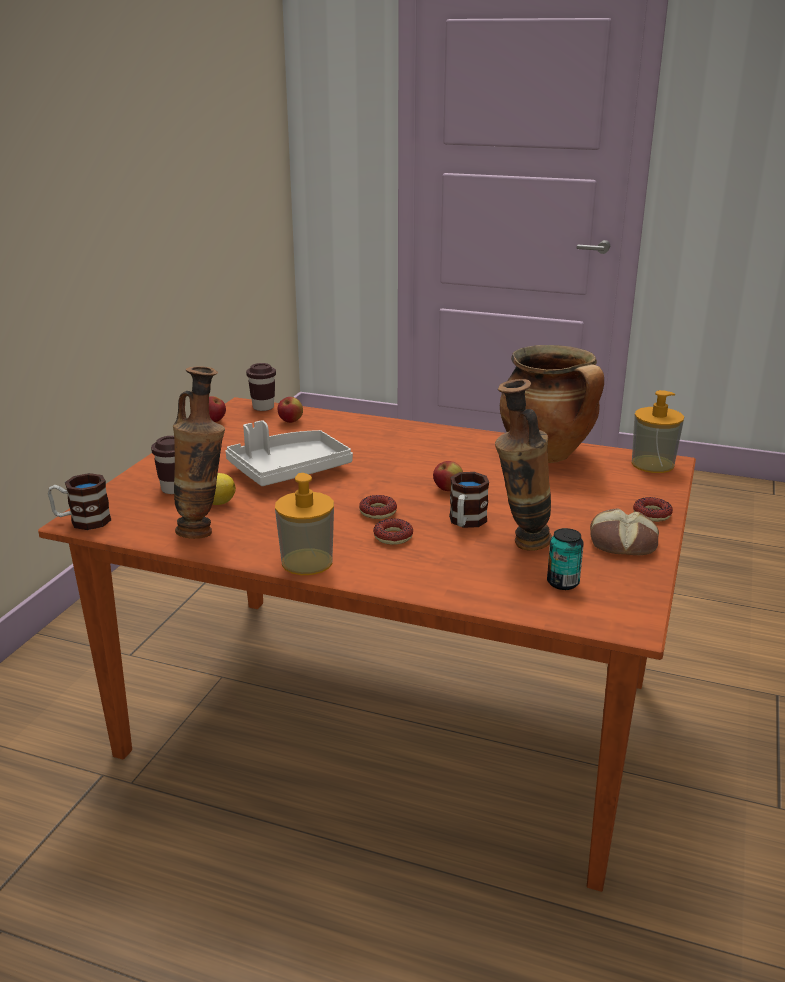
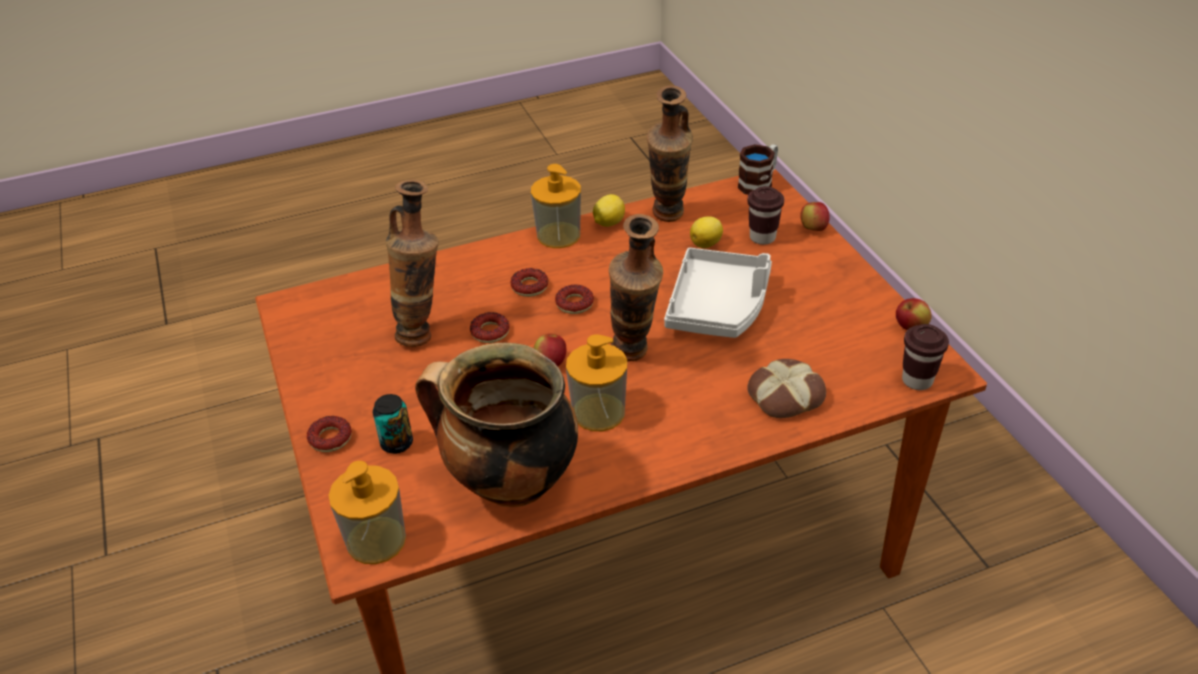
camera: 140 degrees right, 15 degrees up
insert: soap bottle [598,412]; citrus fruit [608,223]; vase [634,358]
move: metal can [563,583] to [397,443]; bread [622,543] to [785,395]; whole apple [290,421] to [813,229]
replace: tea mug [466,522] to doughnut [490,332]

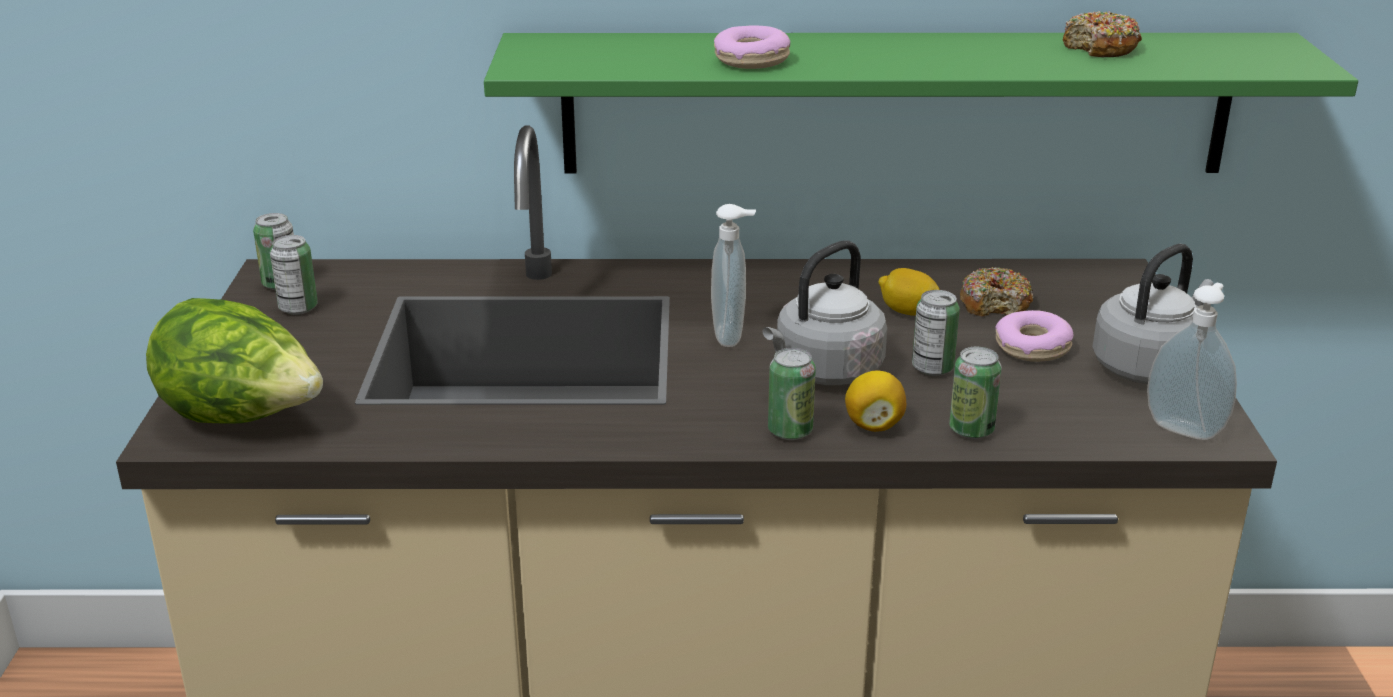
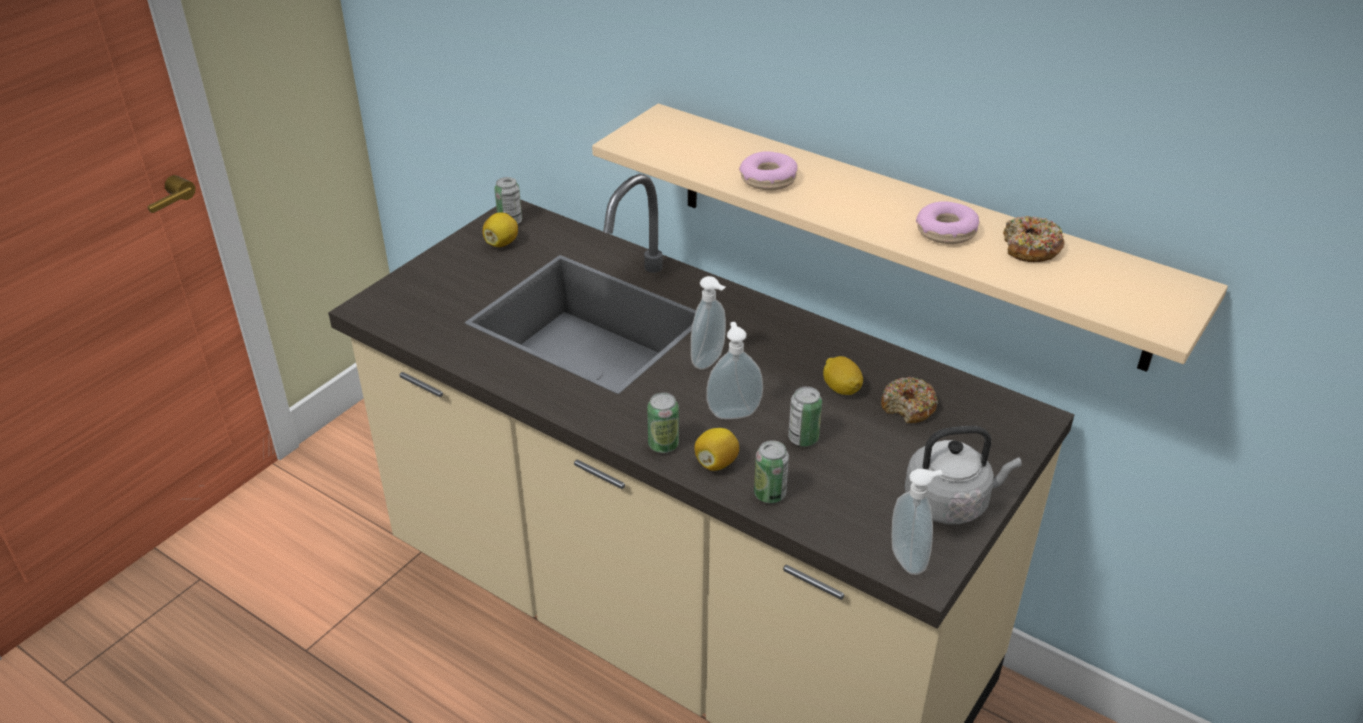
camera: 35 degrees right, 10 degrees up
delete: lettuce head [243,418]
move: doughnut [1032,348] to [946,231]
replace: metal can [298,308] to citrus fruit [501,243]; grey tea kettle [824,372] to soap bottle [733,412]
recolor: greenish shelf [895,103] to beige-coloured shelf [903,232]

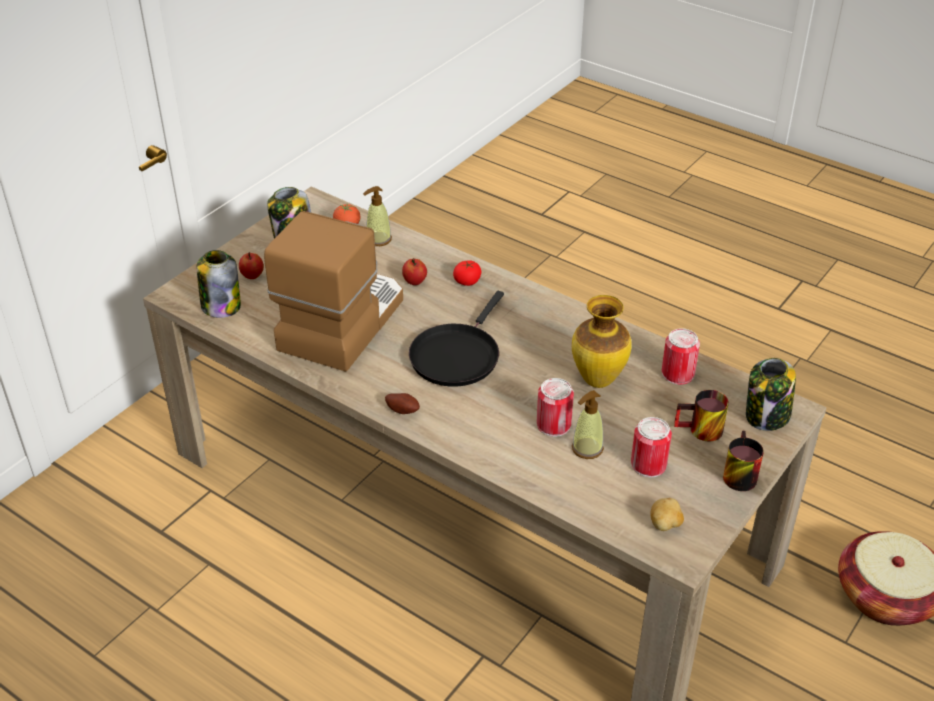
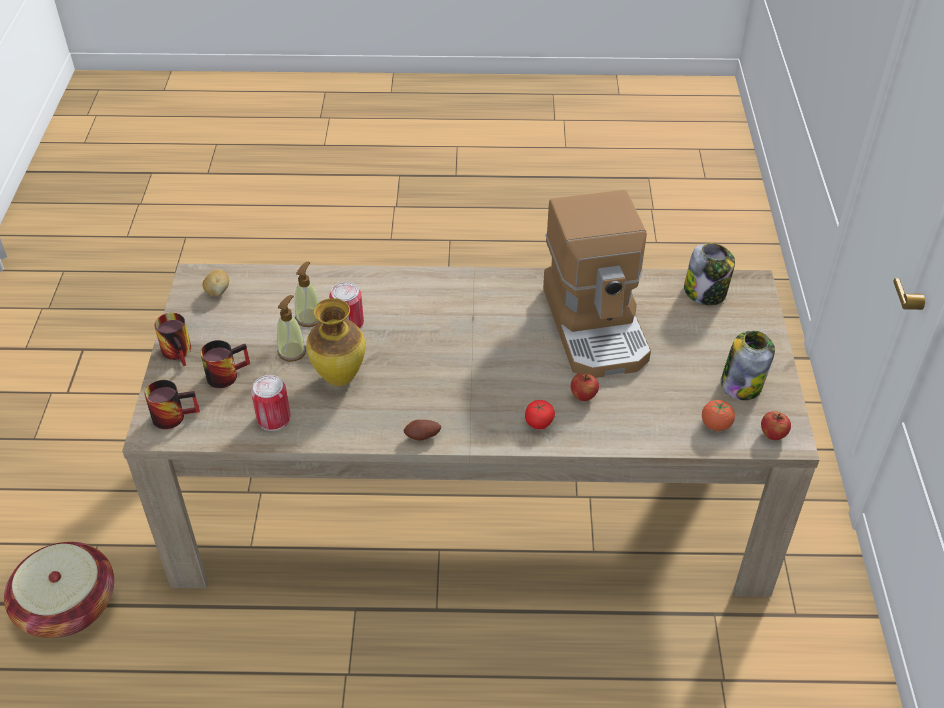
camera: 145 degrees right, 5 degrees up
delete: blackish frying pan [456,355]; metal can [648,464]
move: soap bottle [378,239] to [292,352]; potato [403,410] to [422,437]; whole apple [252,276] to [773,435]
replace: jar [767,416] to tea mug [174,414]

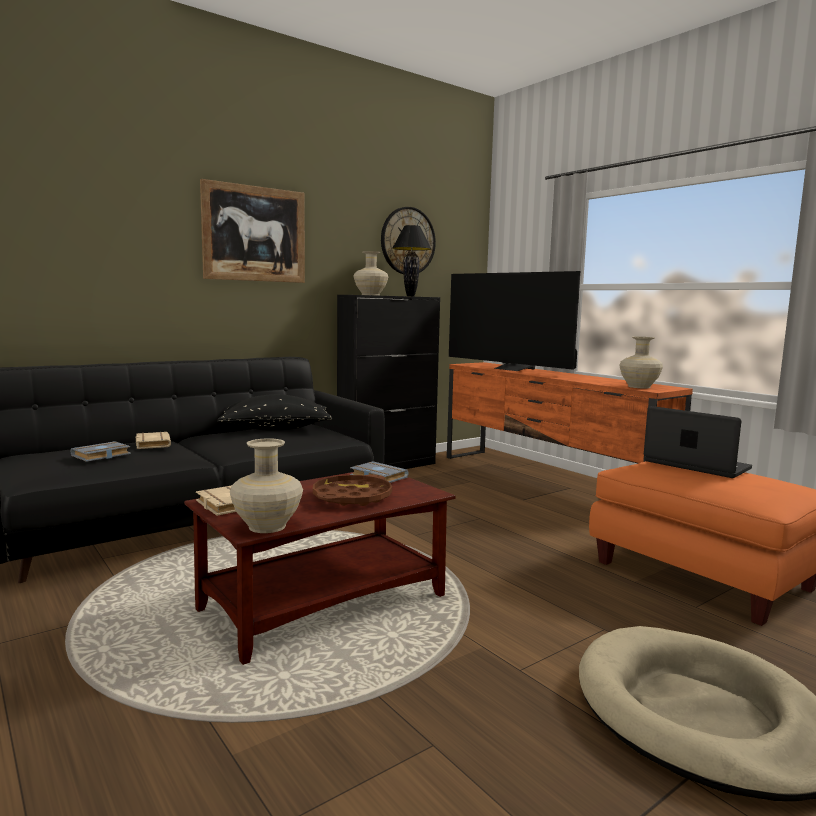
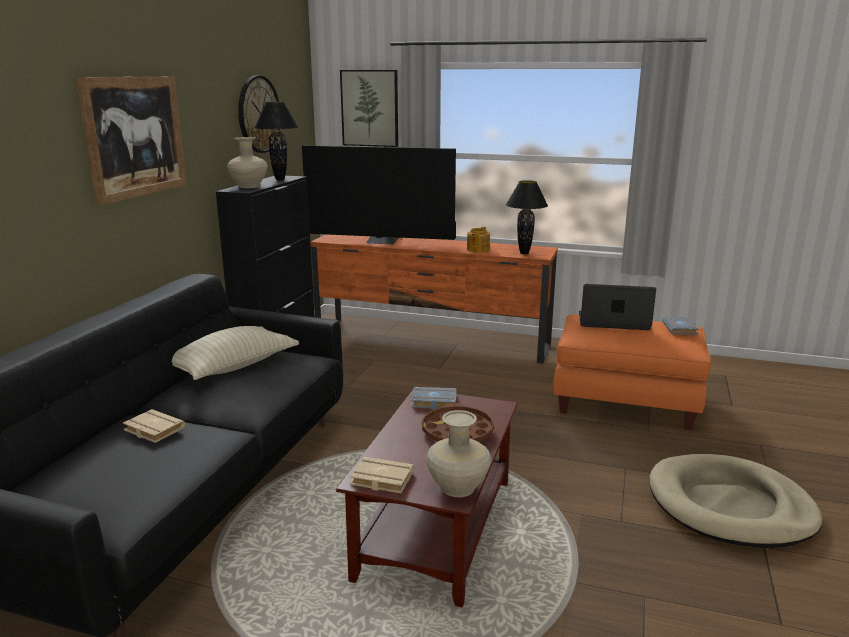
camera: 35 degrees left, 10 degrees up
insert: picture [370,108]; pot for tea [477,250]
move: grey volume [101,456] to [681,329]
replace: beige-coloured vase [639,387] to blackish table lamp [524,253]
recolor: blackish cushion [275,429] to beige-coloured cushion [233,367]

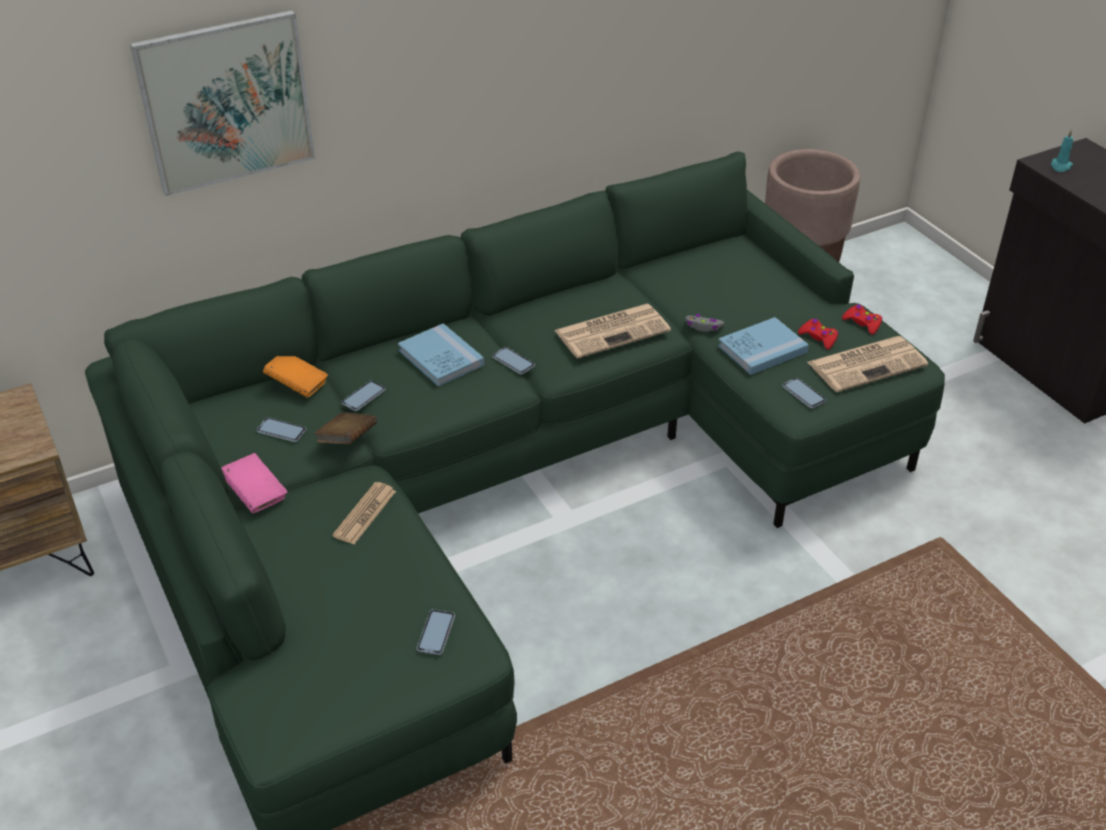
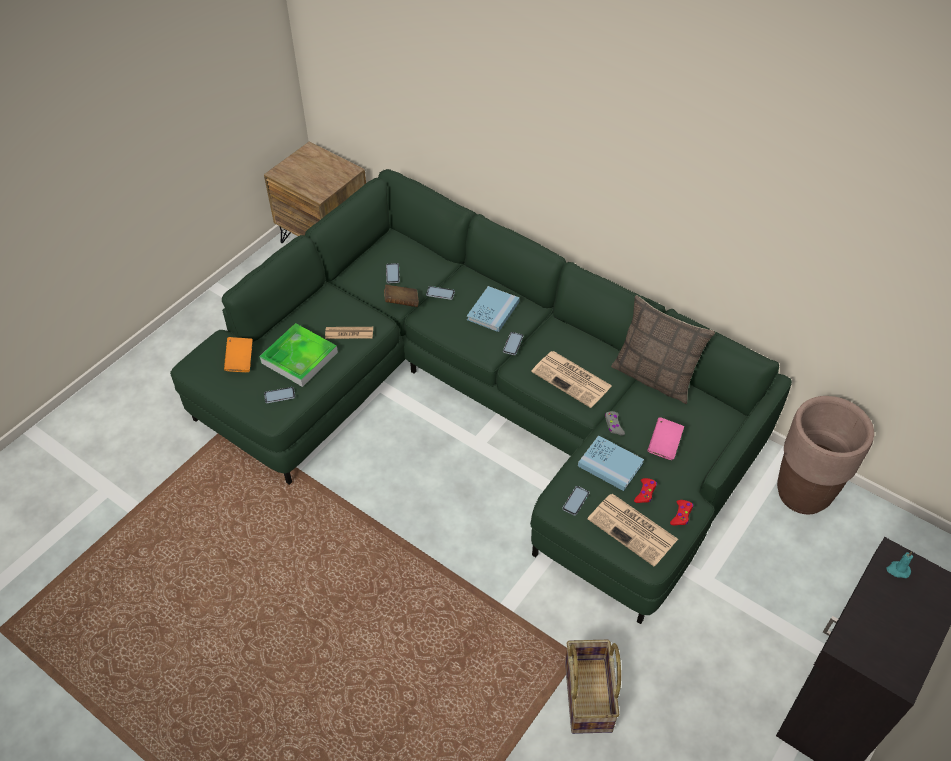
camera: 65 degrees right, 10 degrees up
delete: picture [226,102]
insert: serving tray [299,357]; storage basket [589,696]; cushion [654,377]
move: orange-coloured volume [297,385] to [240,361]; pink volume [255,495] to [664,445]

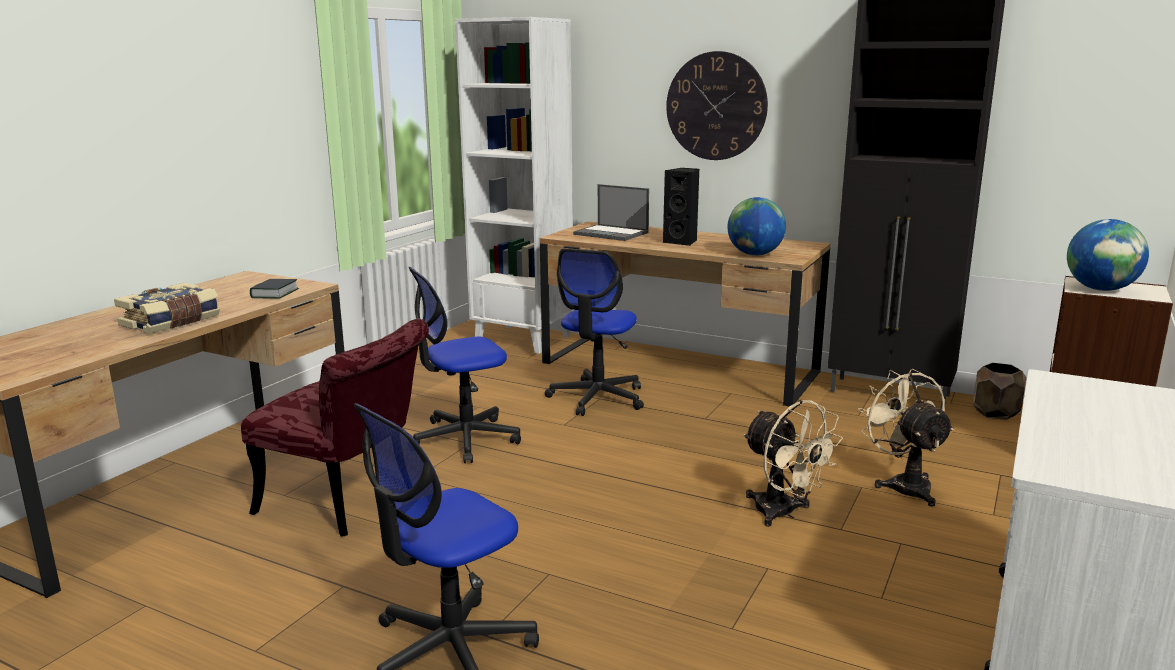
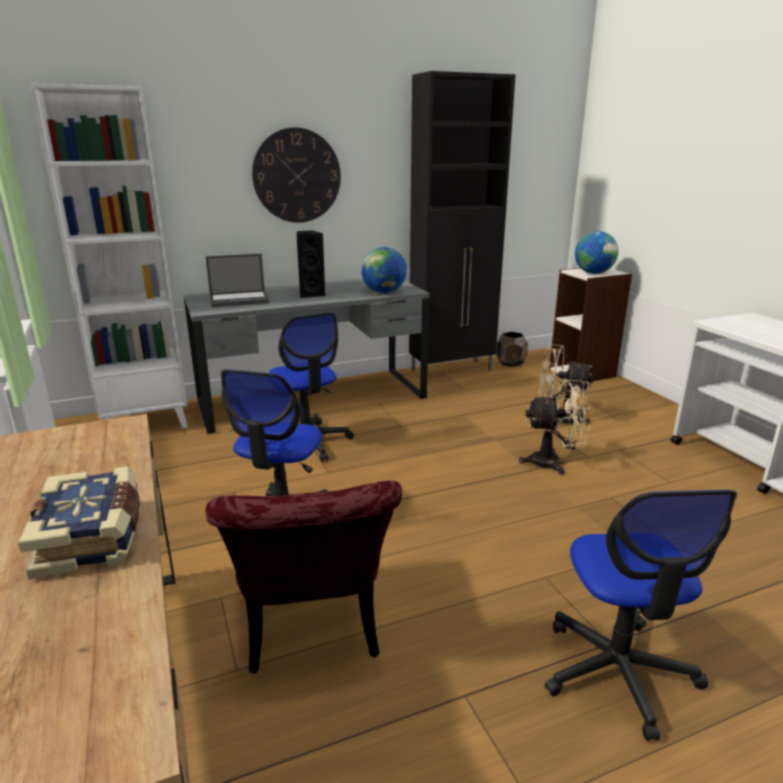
camera: 50 degrees left, 5 degrees up
delete: volume [274,293]
recolor: brown-coloured desk table [678,367] to grey desk table [312,398]
rotate: reddish chair [349,503] = [313,632] 105 degrees clockwise

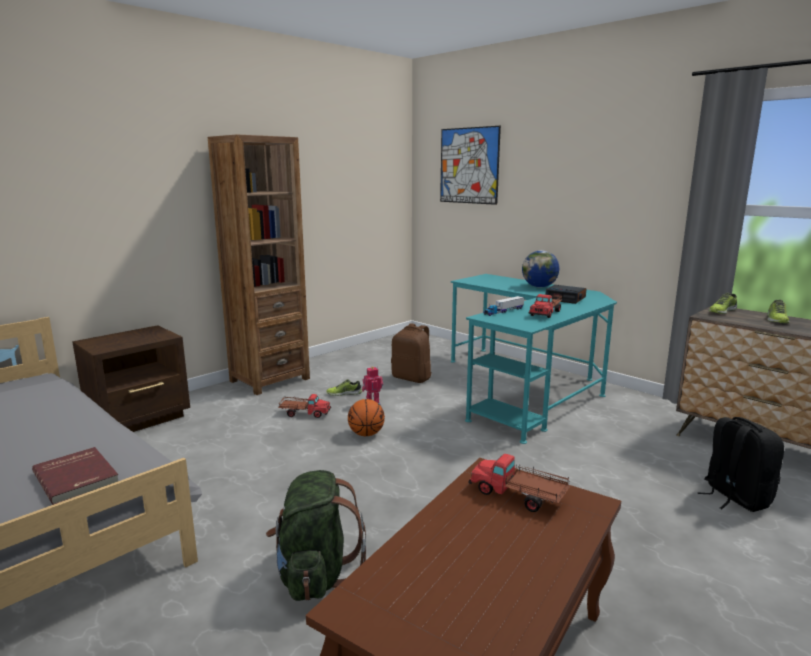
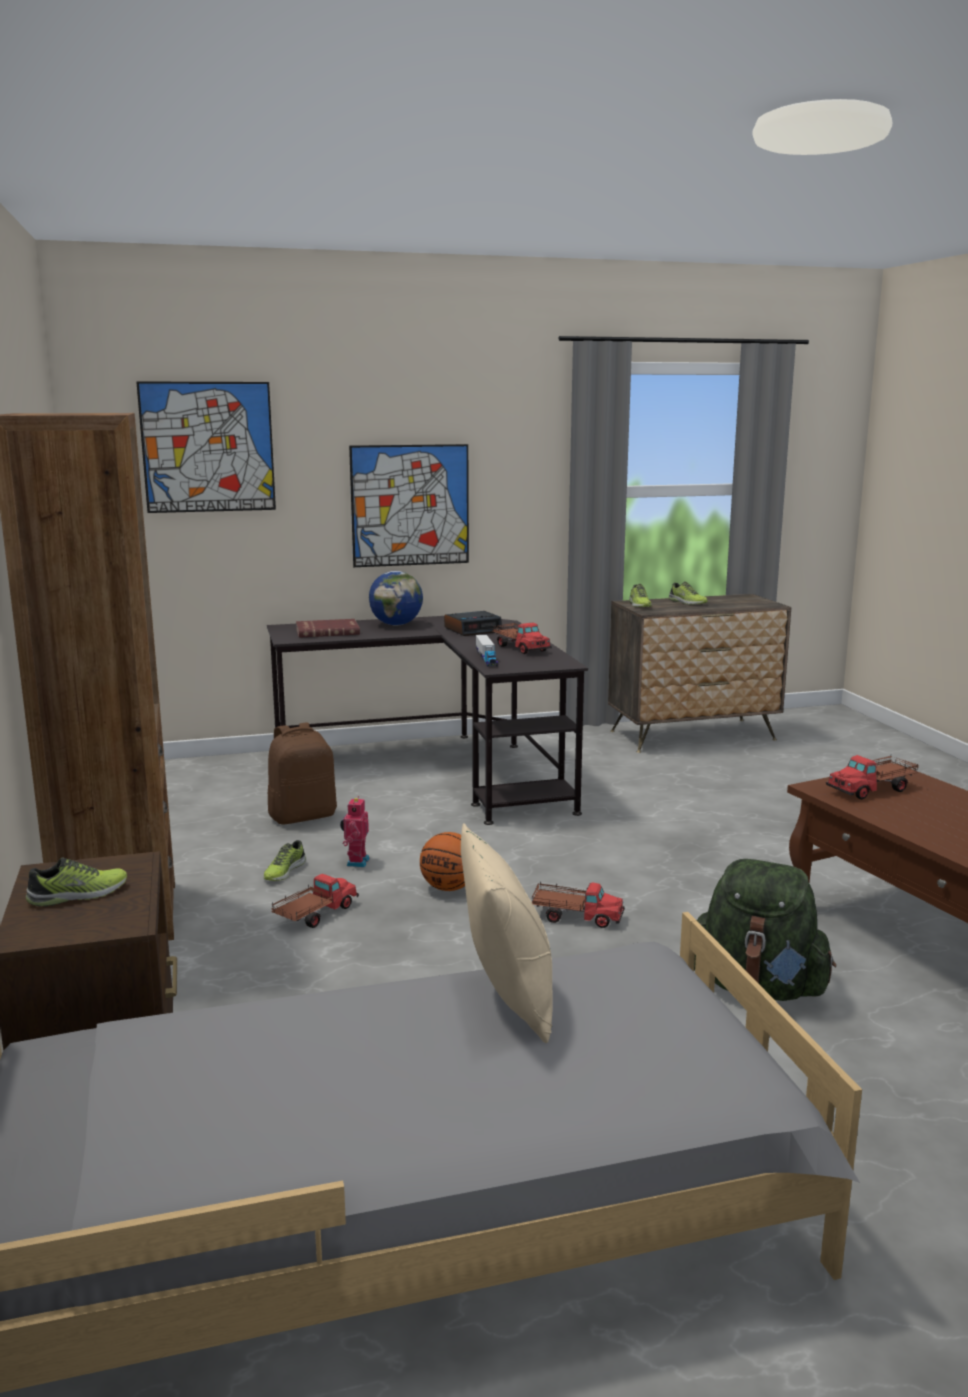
camera: 60 degrees left, 0 degrees up
delete: blackish backpack [734,497]
insert: low shoe [78,895]; picture [410,505]; beige-coloured cushion [508,998]; model truck [575,916]
move: reddish volume [78,477] to [327,631]
recolor: turquoise desk table [526,387] to blackish desk table [438,768]

